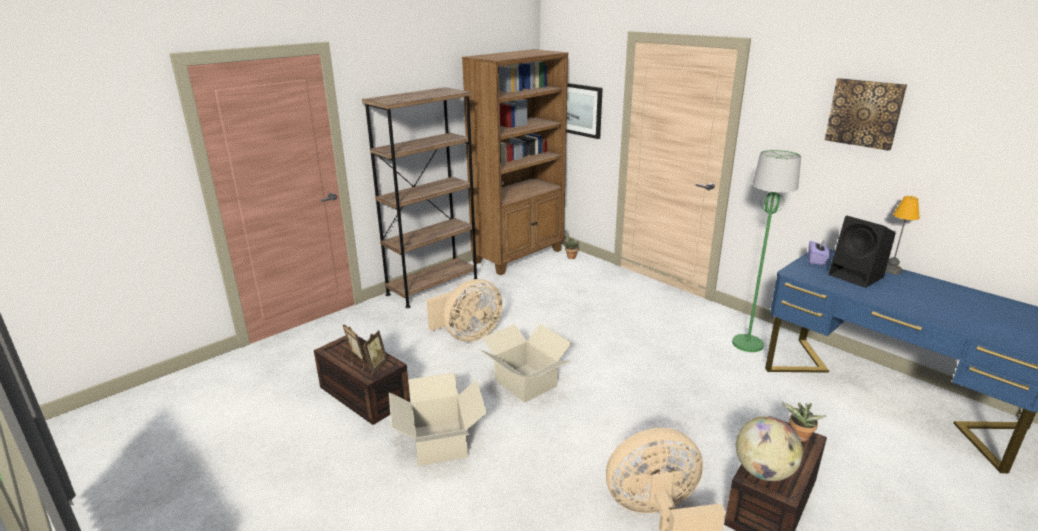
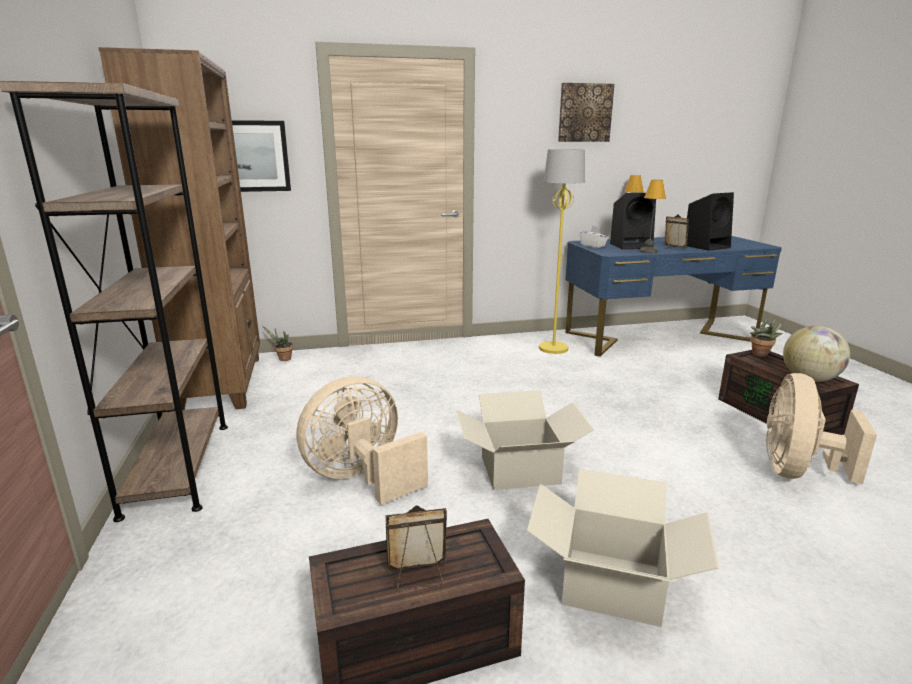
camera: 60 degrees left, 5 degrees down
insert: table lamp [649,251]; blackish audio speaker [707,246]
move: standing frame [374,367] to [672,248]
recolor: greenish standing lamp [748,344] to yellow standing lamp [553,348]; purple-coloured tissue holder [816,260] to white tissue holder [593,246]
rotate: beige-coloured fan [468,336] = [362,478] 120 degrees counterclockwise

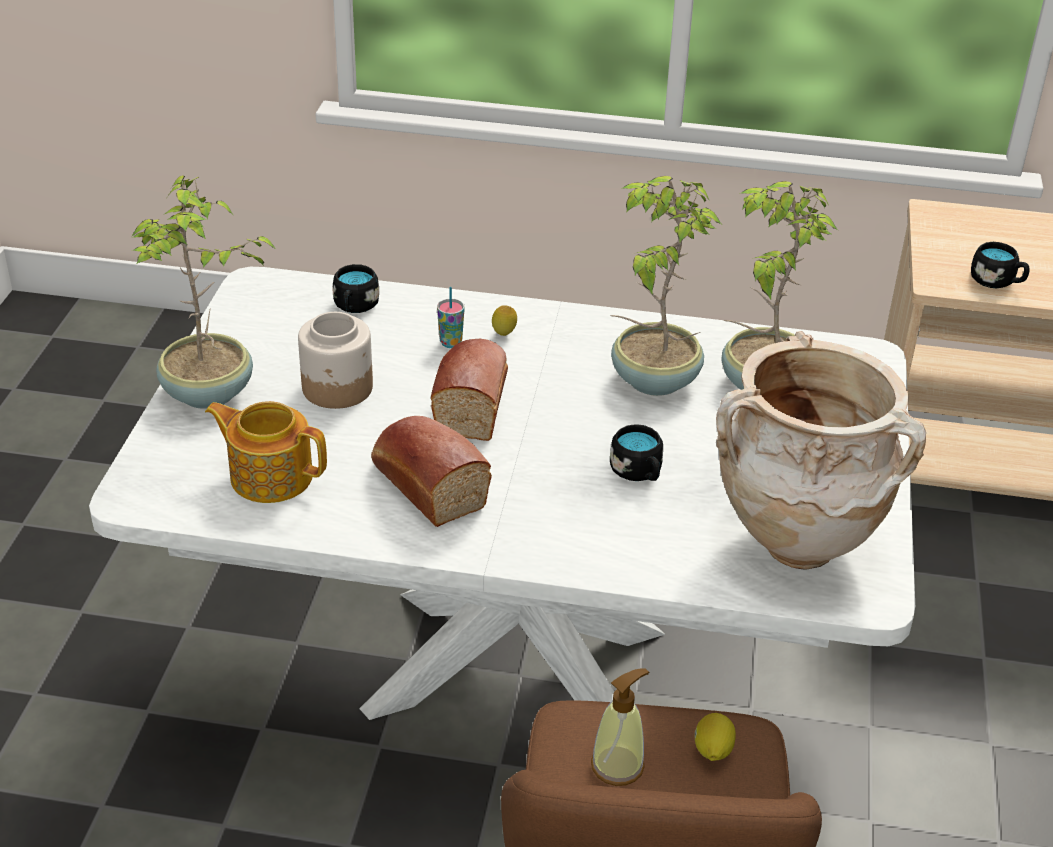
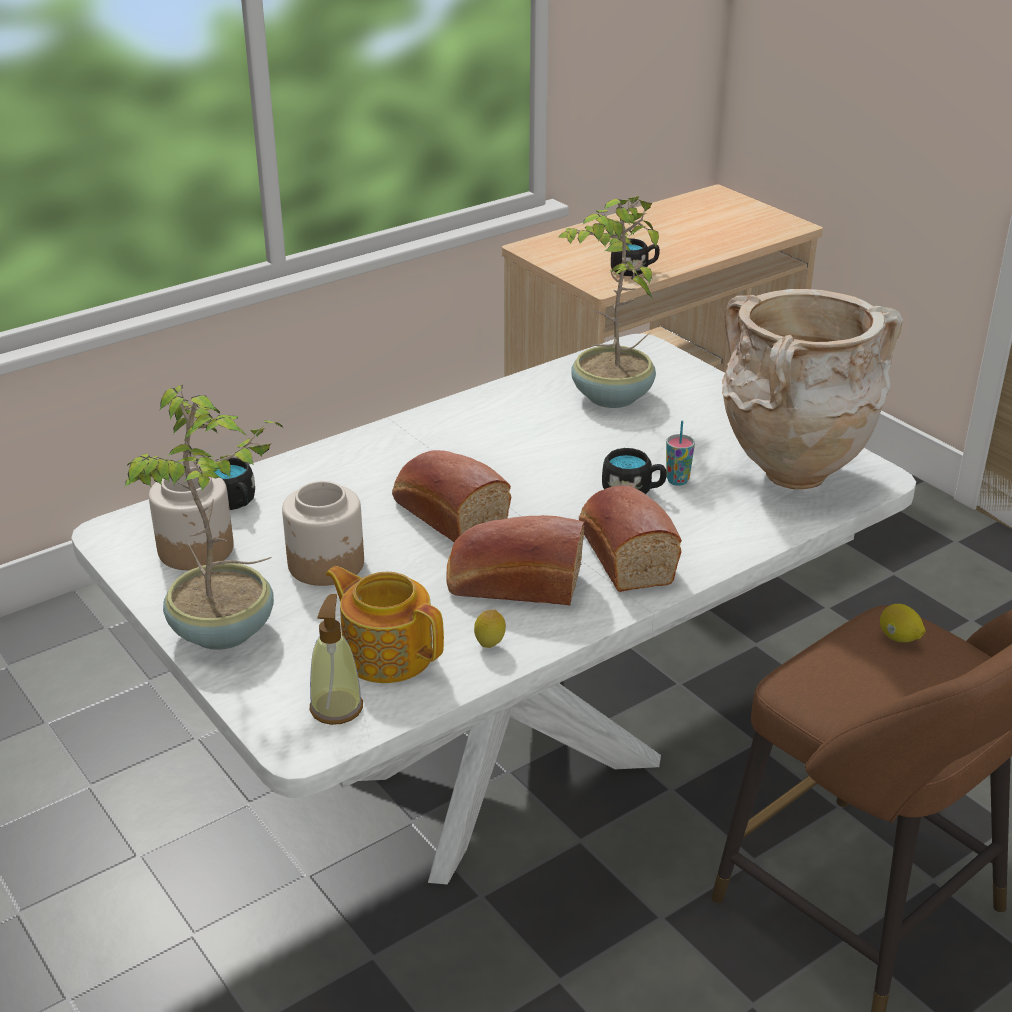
camera: 45 degrees left, 5 degrees down
delete: houseplant [652,380]
insert: jar [197,549]; bread [623,554]
move: soap bottle [617,765] to [336,707]; citrus fruit [504,335] to [490,646]; small cup [450,343] to [677,480]
rotate: pot for tea [270,475] = [387,653] 60 degrees clockwise

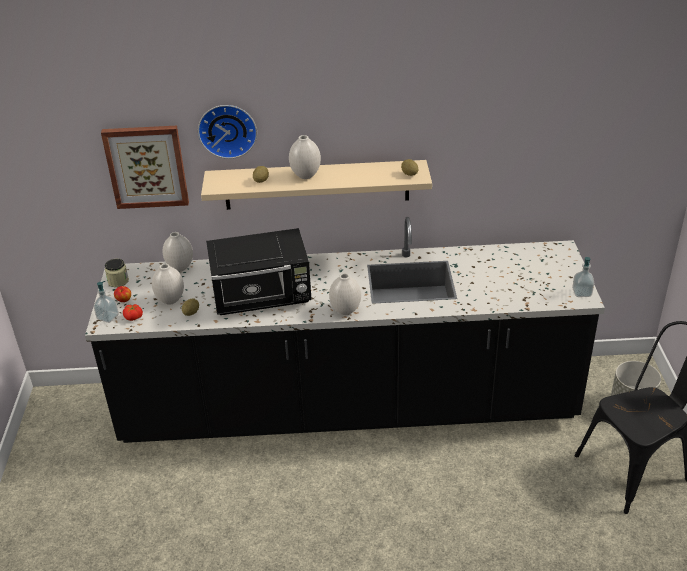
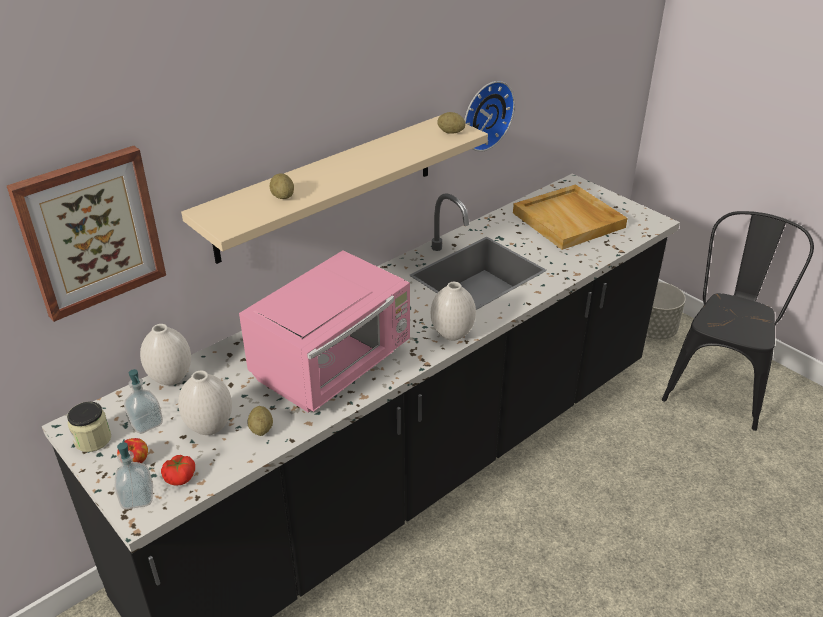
camera: 40 degrees left, 0 degrees up
delete: white vase [305,176]
insert: beige-coloured serving tray [569,220]
move: soap bottle [581,293] to [146,423]; hanging clock [227,129] to [485,114]
recolor: blackish microwave oven [263,297] to pink microwave oven [334,365]

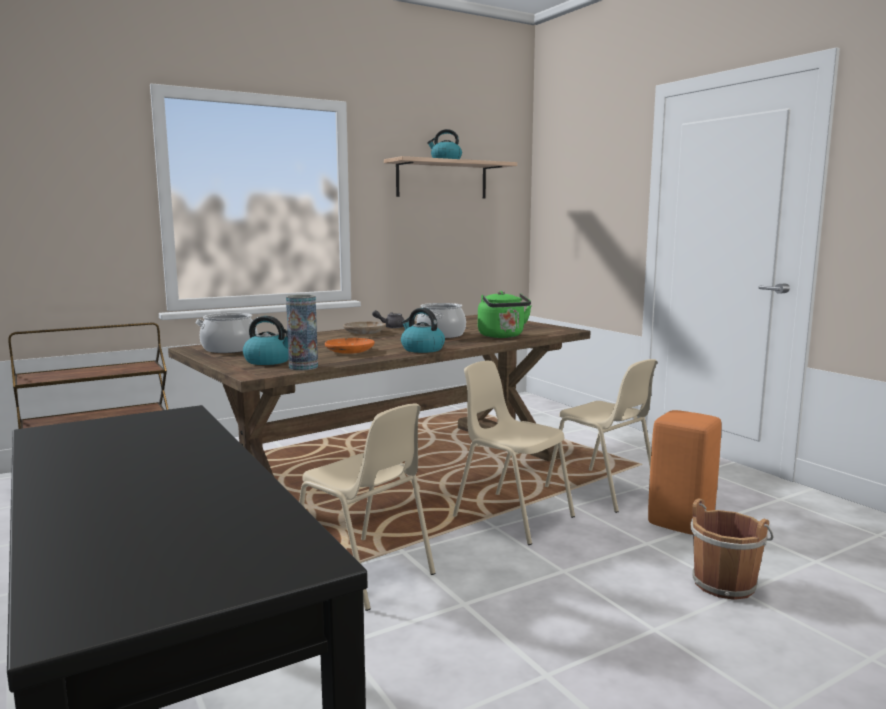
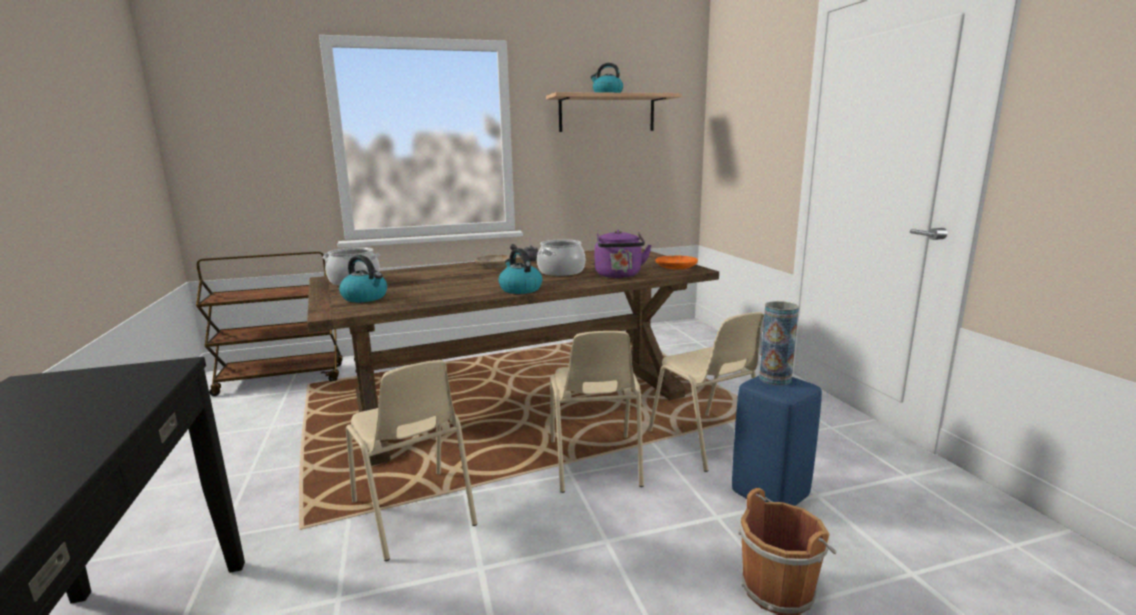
camera: 15 degrees right, 5 degrees up
move: orange-coloured dinner plate [349,351] to [676,267]; vase [303,367] to [775,379]
recolor: greenish tea kettle [502,336] to purple-coloured tea kettle [619,275]; orange-coloured sitting stool [679,523] to blue sitting stool [768,495]
rotate: beige-coloured chair [512,517] = [594,464] 150 degrees counterclockwise

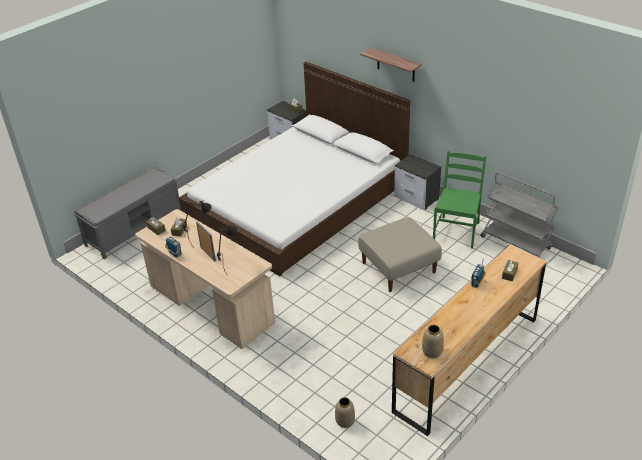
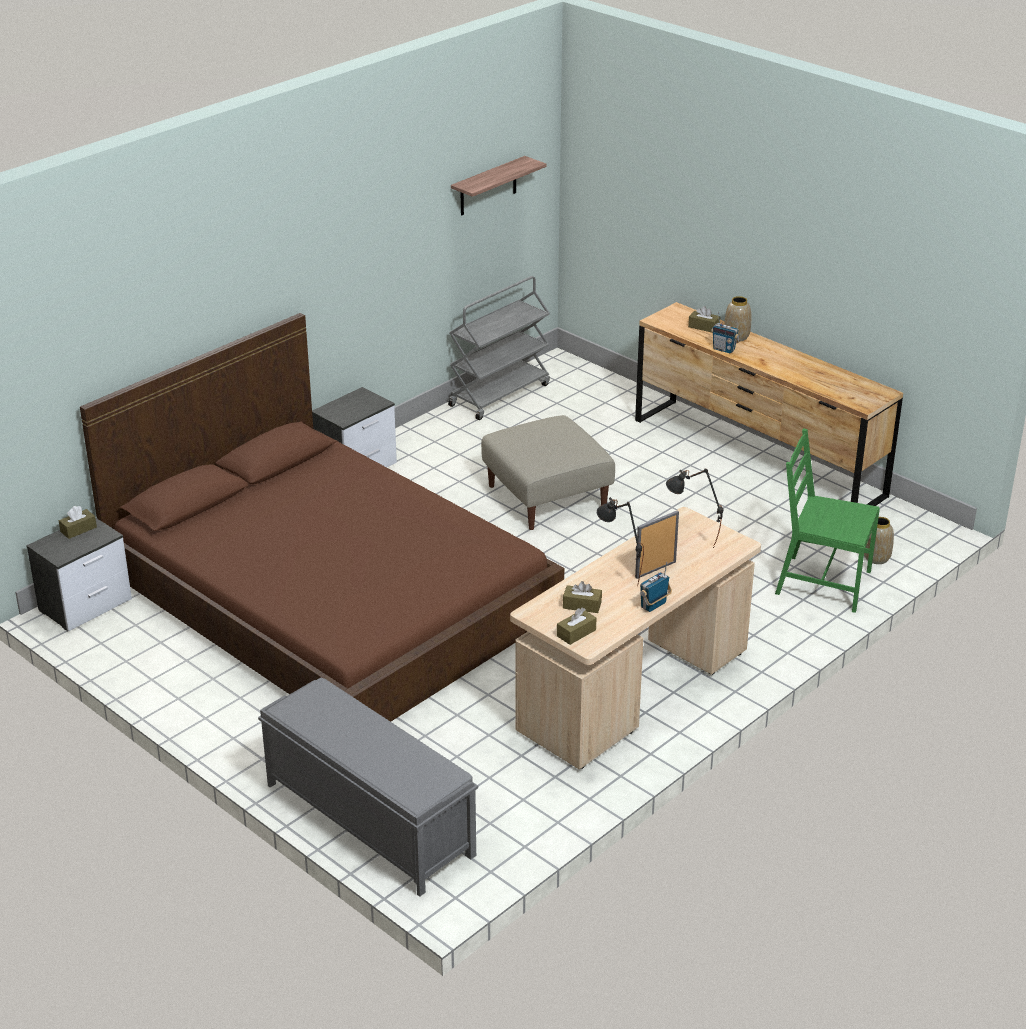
camera: 90 degrees left, 5 degrees down
move: shelf [396,65] to [488,187]; vase [432,352] to [737,337]; greenish chair [456,231] to [822,583]
recolor: white sleeping bed [298,202] to brown-coloured sleeping bed [330,594]

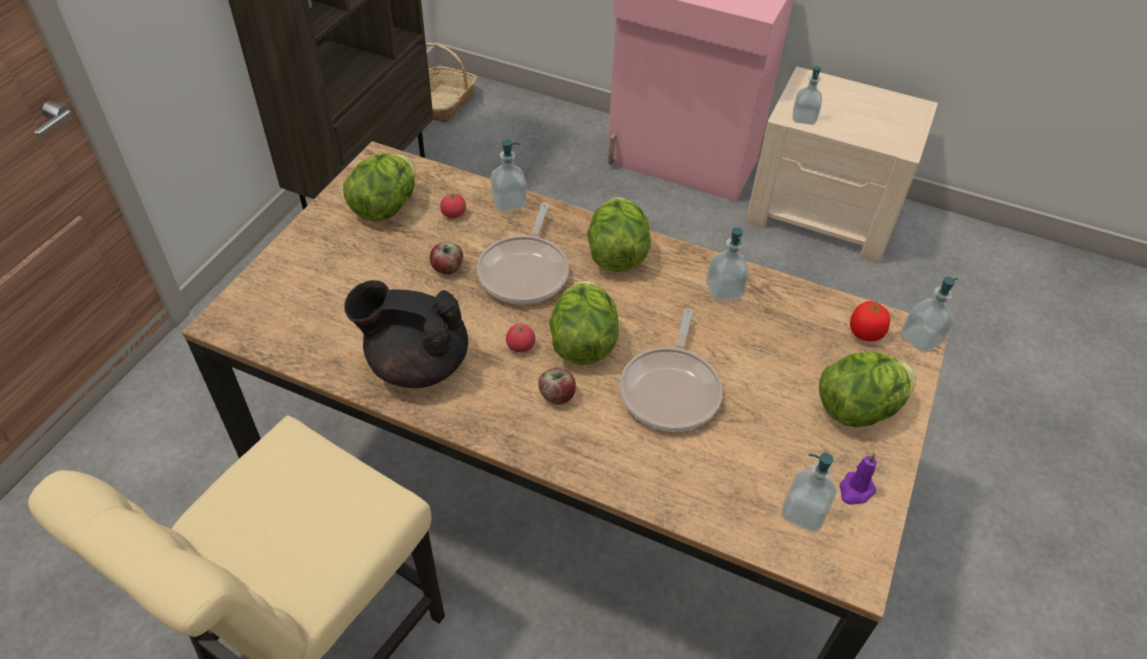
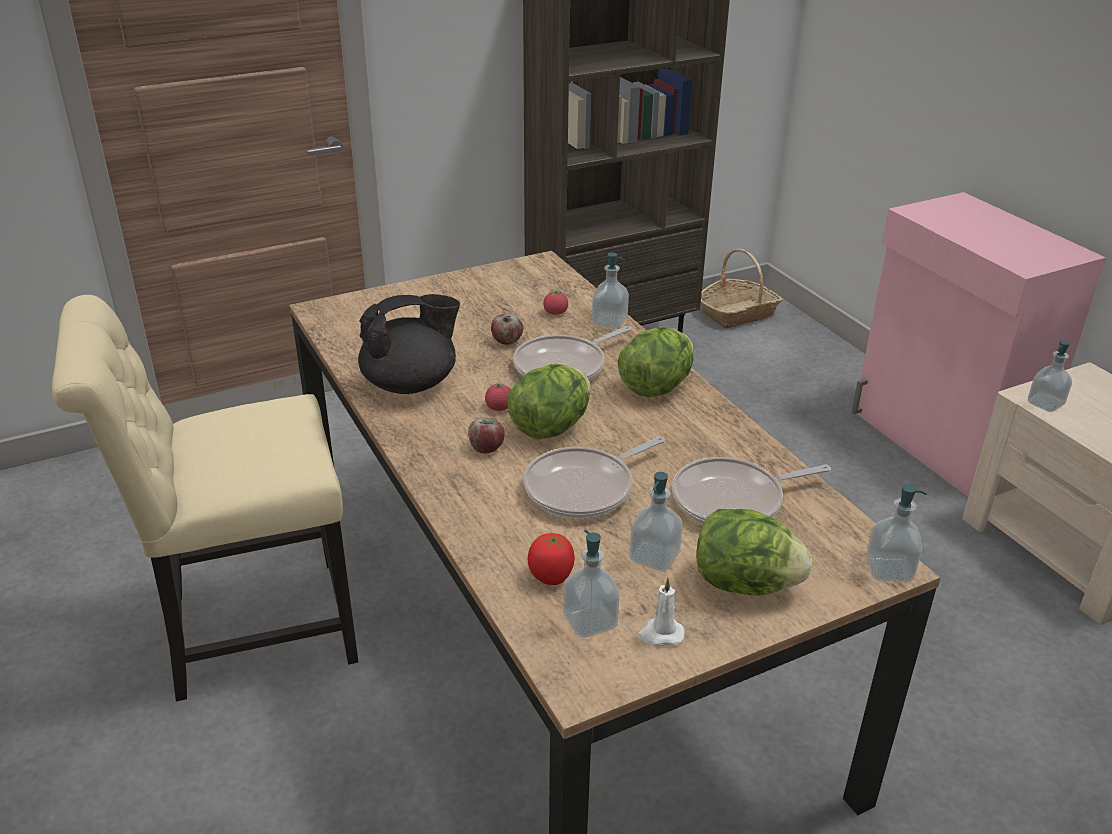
camera: 40 degrees right, 15 degrees down
delete: lettuce head [385,207]
insert: frying pan [733,501]
move: whole tomato [865,334] to [551,576]; soap bottle [724,290] to [654,557]
recolor: purple-coloured wax light [855,490] to white wax light [660,634]
rotate: blackish pot for tea [416,363] = [411,384] 105 degrees clockwise

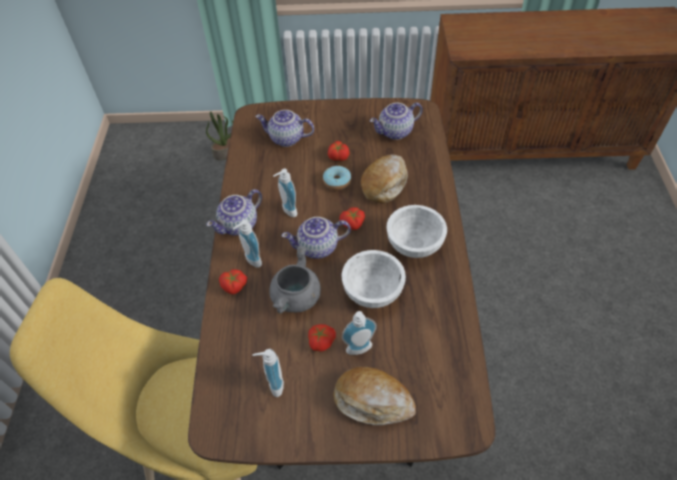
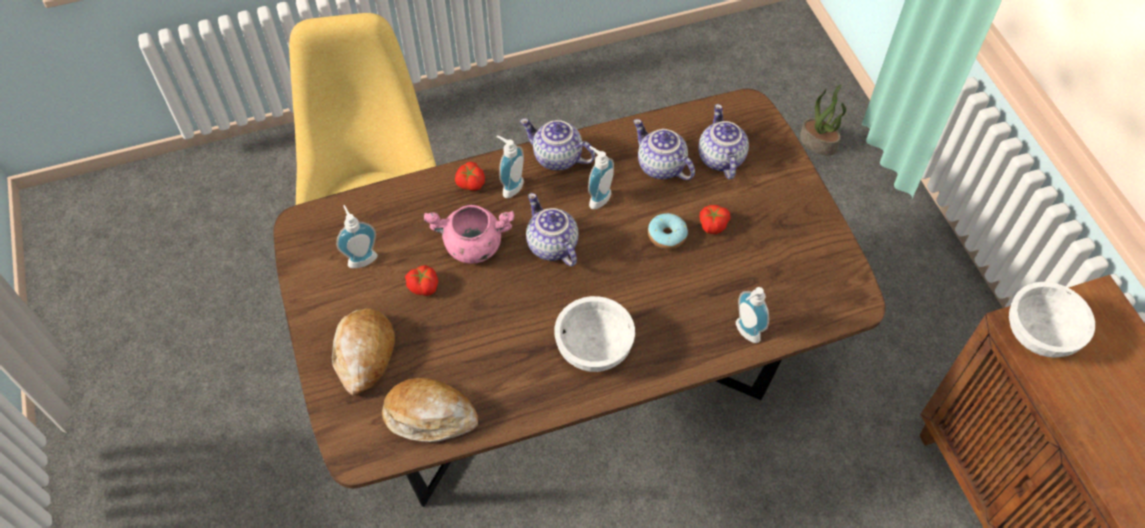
camera: 70 degrees right, 5 degrees up
delete: whole tomato [353,224]
move: bread [384,183] to [429,415]; pot for tea [395,132] to [660,166]; soap bottle [360,350] to [744,333]; white serving bowl [372,291] to [1038,334]
recolor: grey saucepot [296,298] to pink saucepot [472,246]

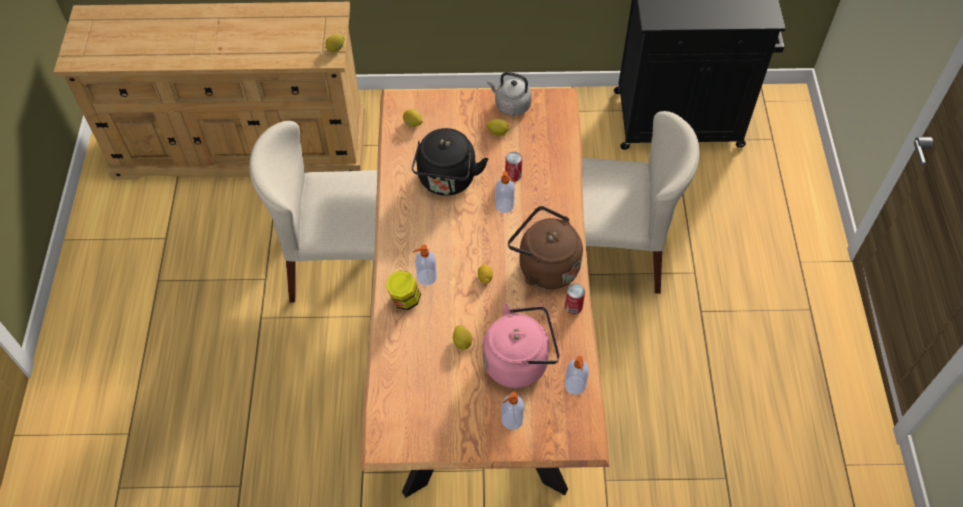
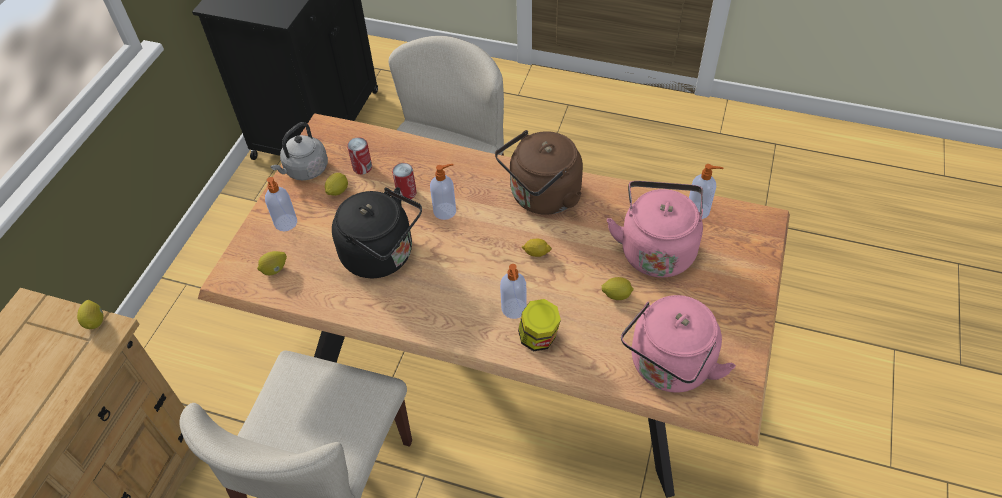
camera: 70 degrees left, 5 degrees down
insert: pink tea kettle [669,367]
move: soap bottle [511,420] to [286,223]; metal can [573,306] to [362,167]

